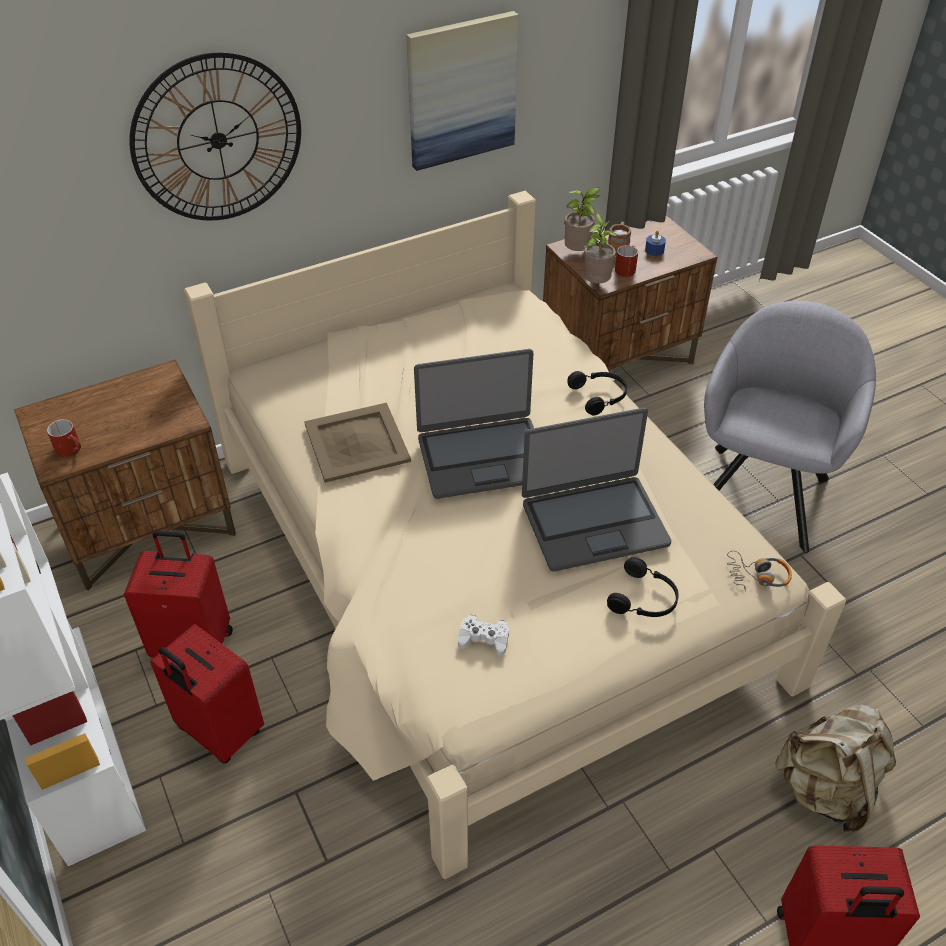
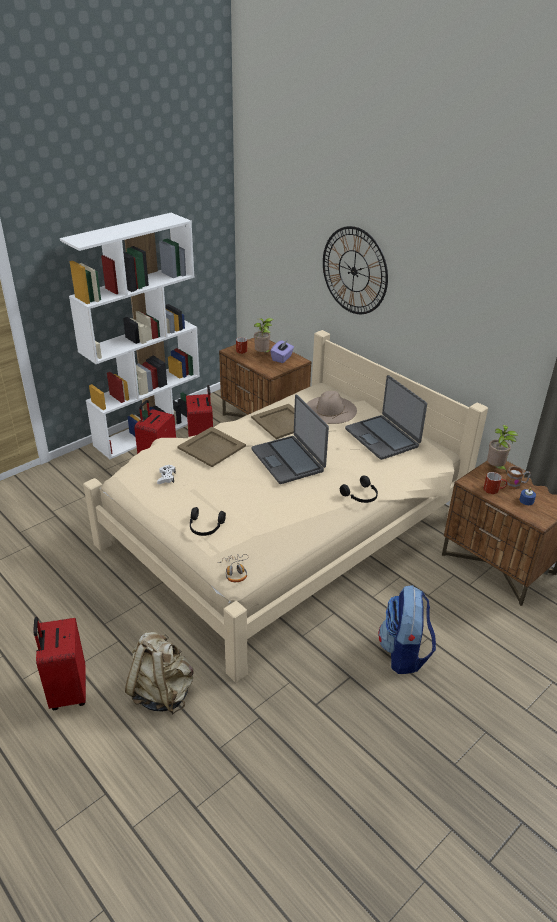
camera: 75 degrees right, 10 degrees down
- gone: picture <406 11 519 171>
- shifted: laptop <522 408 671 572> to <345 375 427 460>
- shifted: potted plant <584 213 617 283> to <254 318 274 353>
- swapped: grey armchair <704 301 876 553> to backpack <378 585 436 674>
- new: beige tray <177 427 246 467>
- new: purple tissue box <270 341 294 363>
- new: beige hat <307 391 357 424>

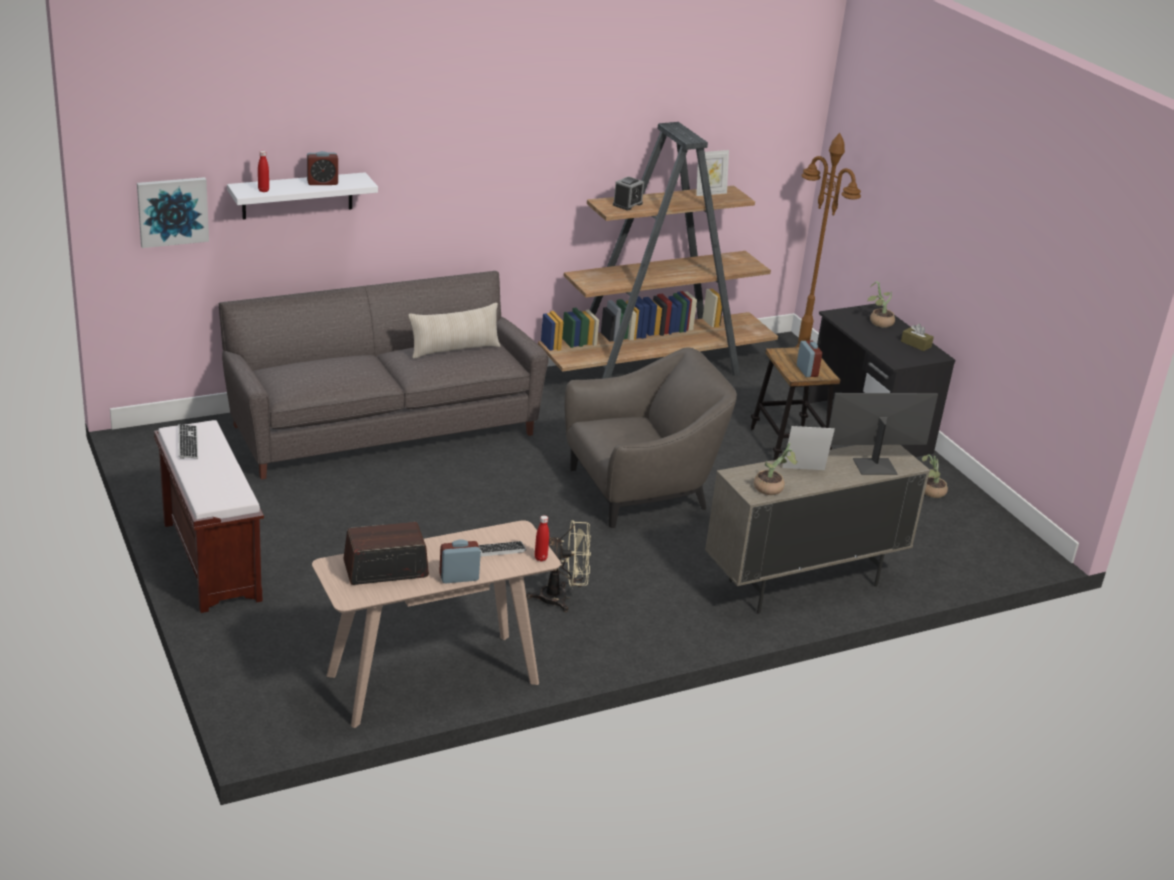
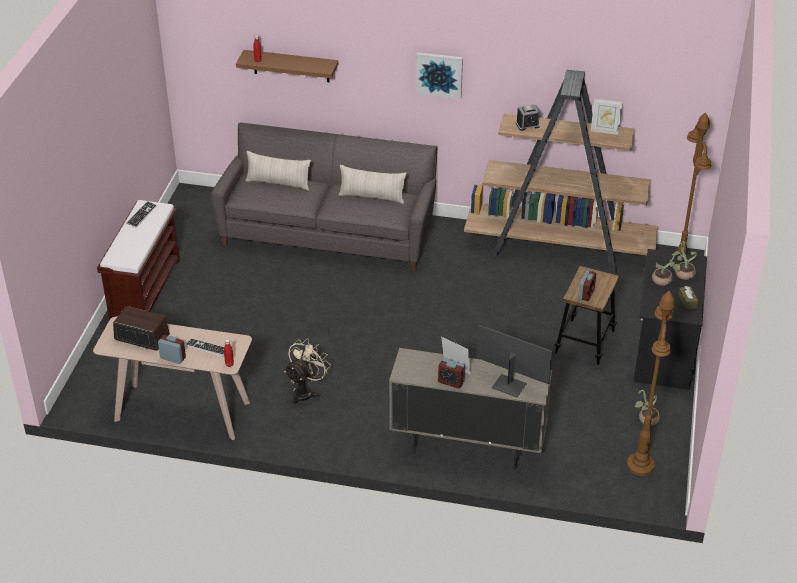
camera: 40 degrees right, 10 degrees up
- shifted: picture <137 177 209 248> to <416 52 463 99>
- repainted: white shelf <227 172 378 220> to brown shelf <236 50 338 82>
- shifted: alarm clock <307 151 338 185> to <438 358 465 388>
- rotated: beige fan <526 520 591 612> = <284 338 331 406> 90 degrees counterclockwise
- gone: grey armchair <564 348 737 528>
- shifted: potted plant <754 443 798 495> to <652 256 681 286>
- new: beige pillow <245 151 311 191>
- new: brown floor lamp <627 291 675 476>

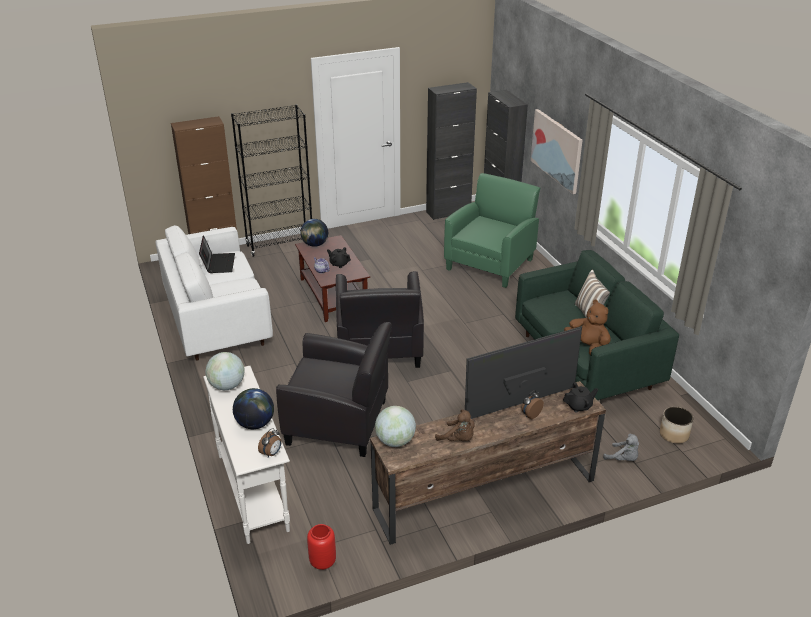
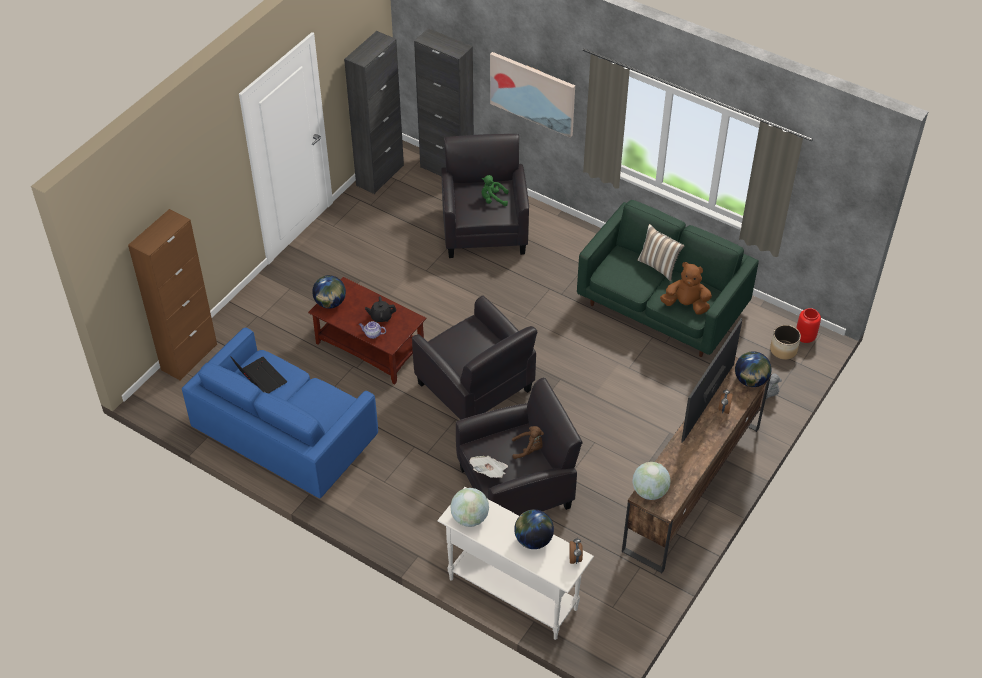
camera: 35 degrees left, 15 degrees up
- repainted: white sofa <155 225 273 360> to blue sofa <182 327 378 498>
- gone: black bookcase <231 104 312 257>
- shifted: red vase <307 524 336 570> to <796 308 821 343>
- shifted: brown plush toy <435 410 475 441> to <512 426 544 459>
- repainted: green armchair <444 173 540 288> to black armchair <441 134 529 258>
- swapped: black teapot <563 382 598 412> to globe <735 351 771 387>
- new: newspaper <469 456 508 478>
- new: green plush toy <482 175 509 206>

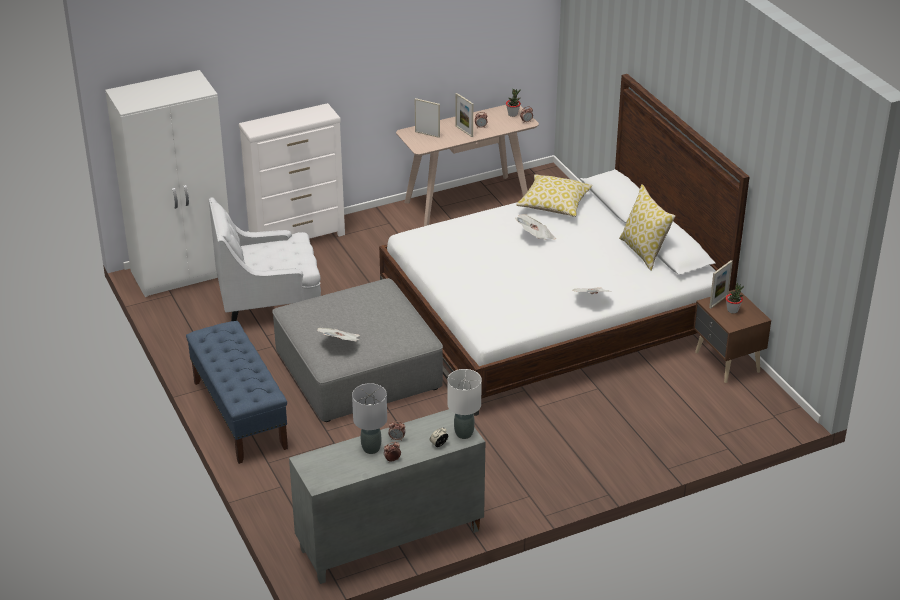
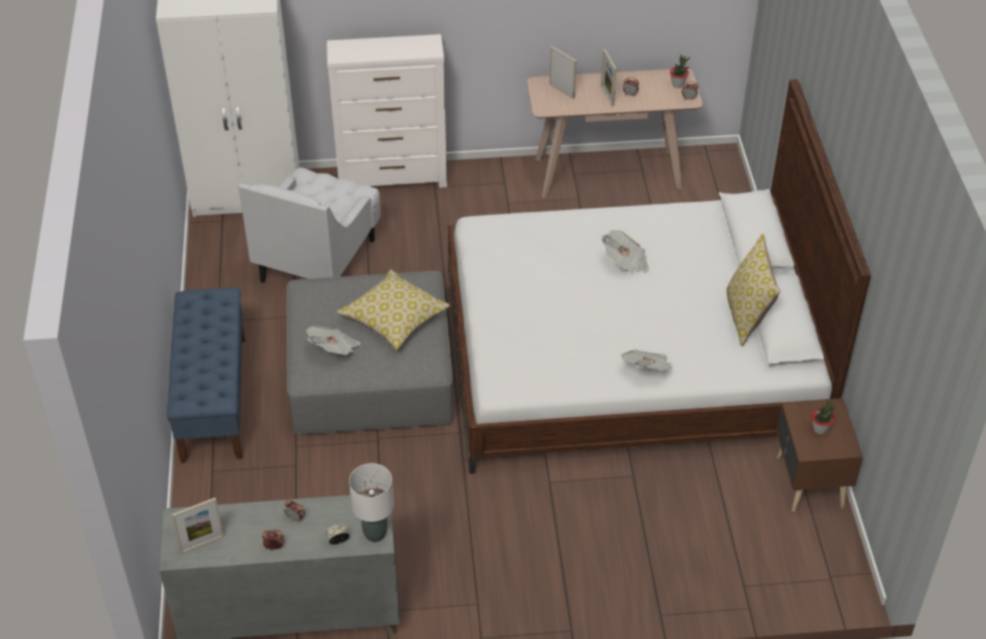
camera: 20 degrees right, 10 degrees up
- rotated: white armchair <209 197 321 321> = <239 168 381 283> 75 degrees counterclockwise
- gone: grey table lamp <352 383 387 454>
- shifted: pillow <516 174 592 217> to <337 270 450 350>
- shifted: picture frame <709 260 733 309> to <172 497 224 554>

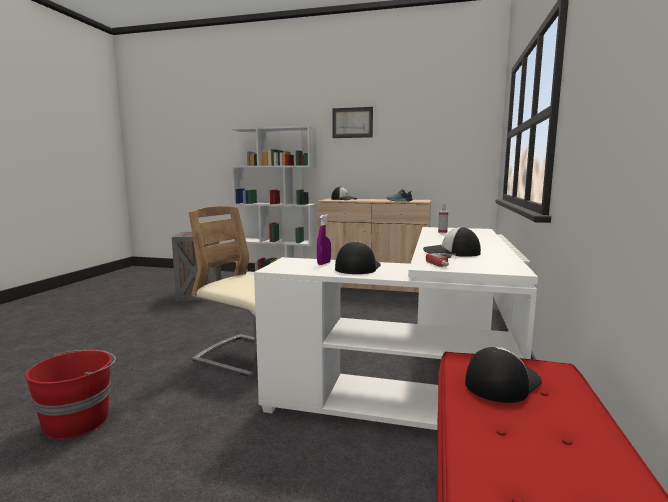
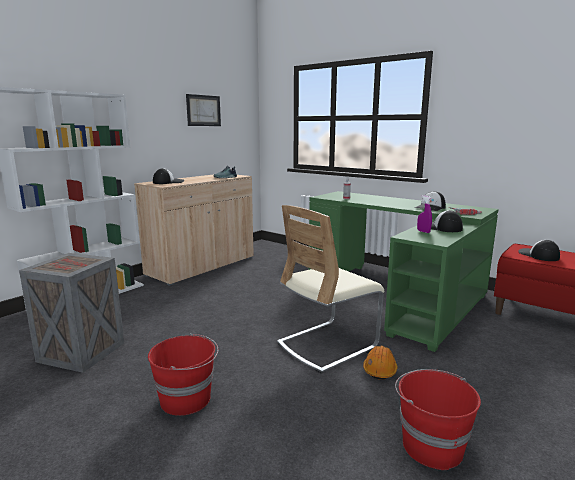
camera: 65 degrees left, 5 degrees up
- repainted: white desk <254 227 538 430> to green desk <309 191 499 352>
- shifted: picture <332 107 373 138> to <186 94 221 126>
- new: red bucket <148 333 218 416>
- new: orange hard hat <363 346 398 380>

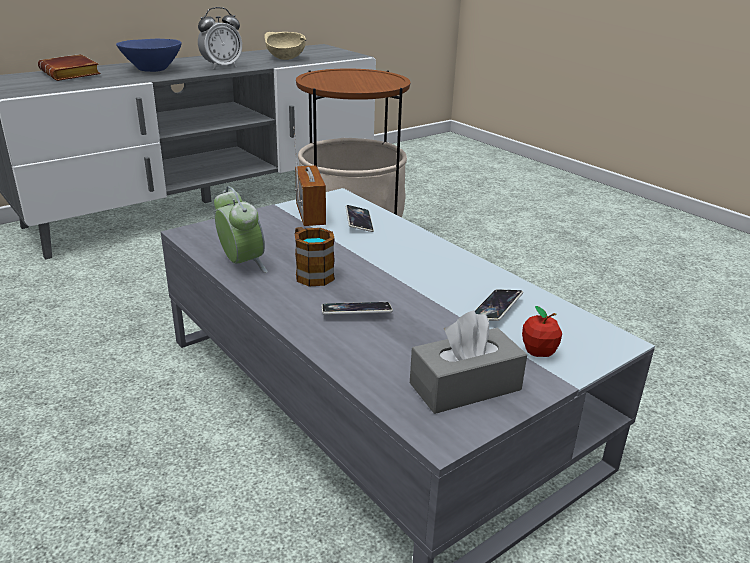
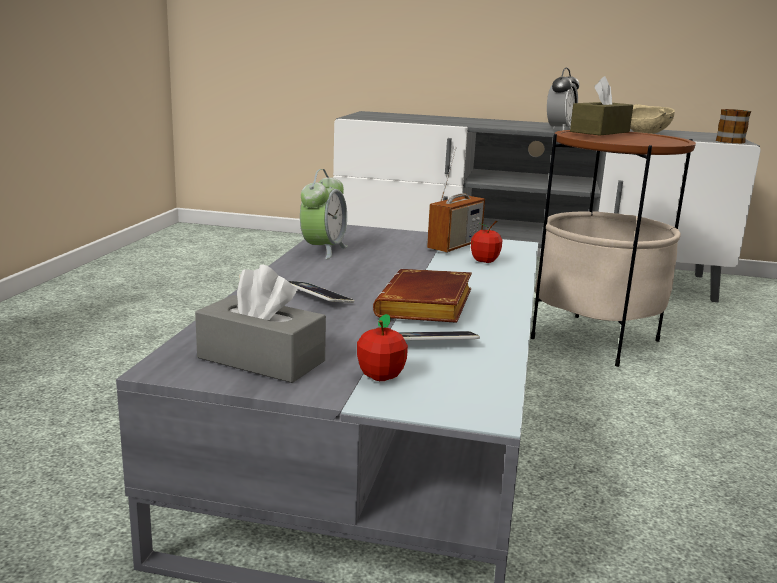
camera: 50 degrees right, 10 degrees down
- shifted: brown book <38 54 101 81> to <373 269 472 323>
- gone: blue bowl <116 39 181 72>
- rotated: alarm clock <198 7 242 69> = <547 68 579 130> 75 degrees counterclockwise
- shifted: mug <295 227 335 286> to <716 109 751 143>
- swapped: phone <346 205 374 232> to apple <471 221 503 263>
- new: brown tissue box <570 76 633 136>

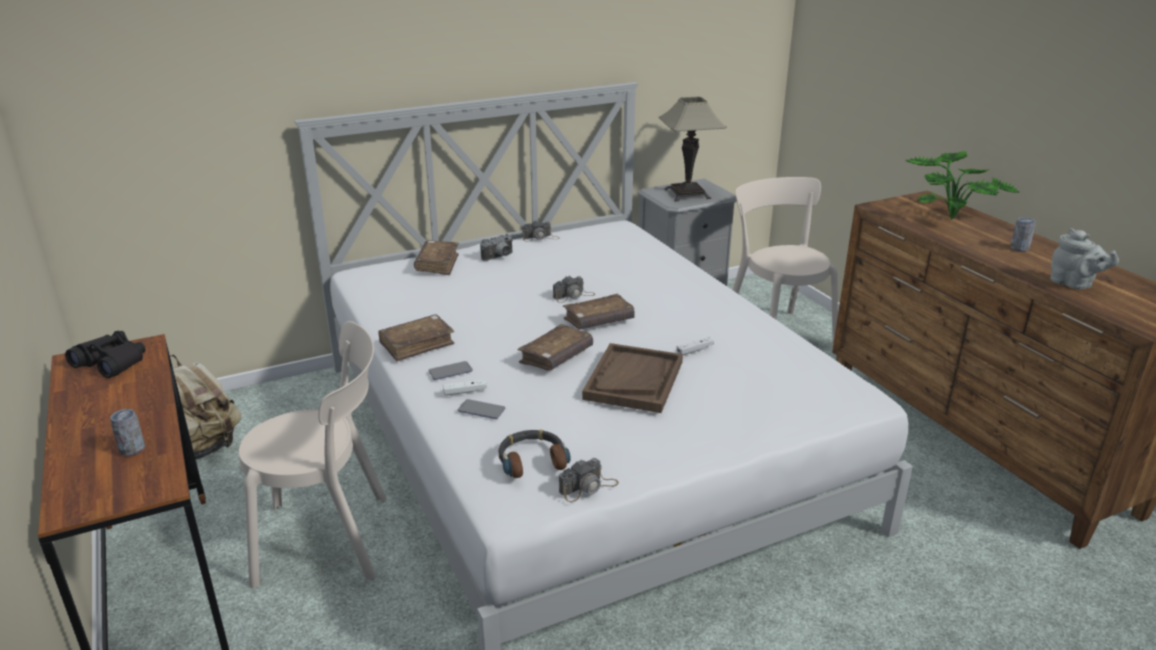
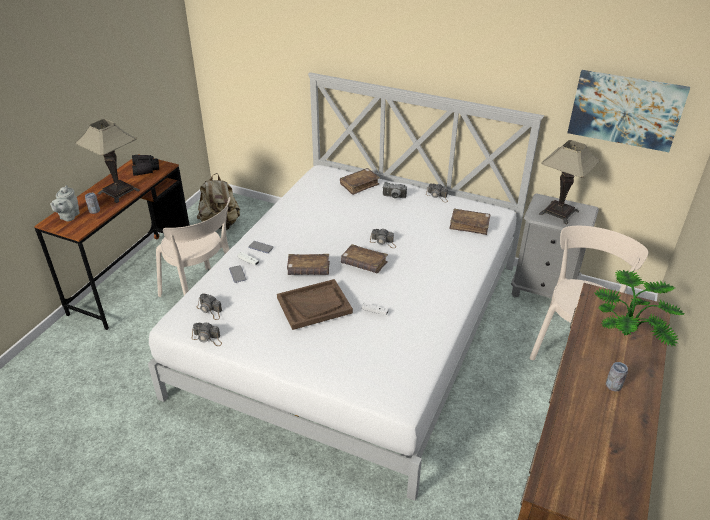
camera: 50 degrees right, 10 degrees up
- shifted: brown book <378 314 455 362> to <449 209 491 235>
- swapped: headphones <499 430 571 478> to photo camera <197 293 222 320>
- shifted: grey teapot <1050 228 1119 290> to <50 185 80 221>
- new: table lamp <75 119 140 203>
- new: picture <567 70 690 152>

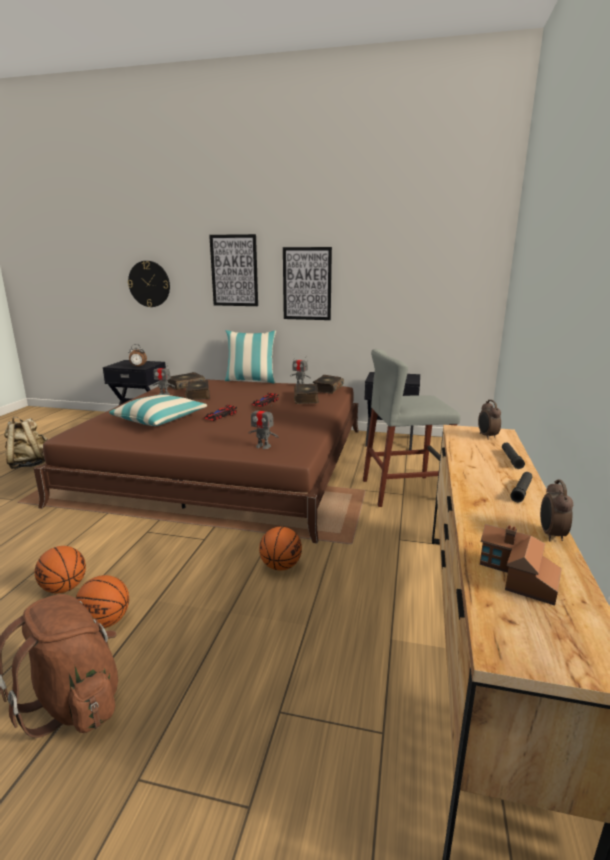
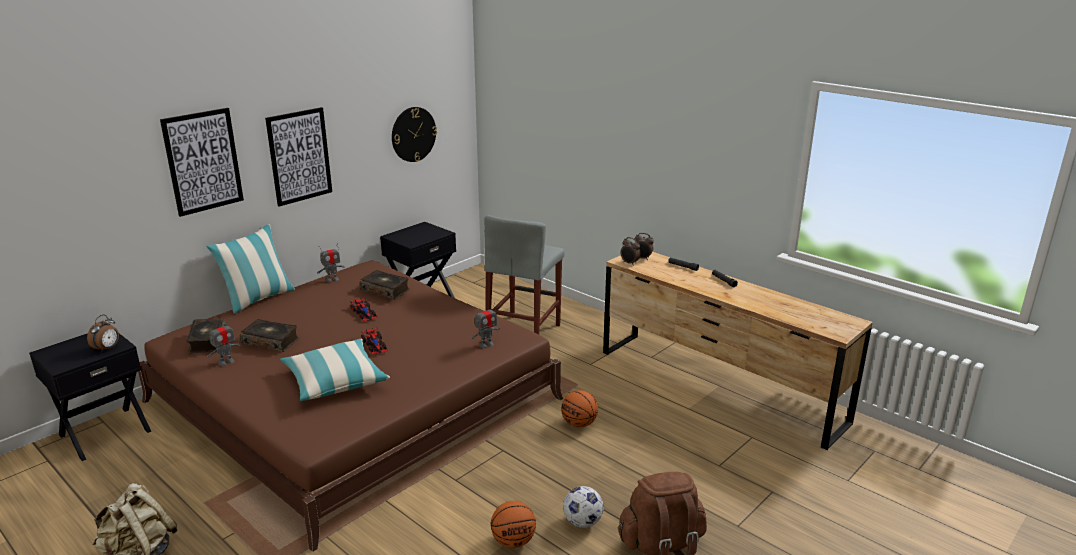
camera: 60 degrees left, 5 degrees up
- swapped: basketball <76 575 129 628> to football <563 486 604 528>
- shifted: wall clock <128 261 170 307> to <392 107 437 162>
- gone: book <313 375 344 394>
- gone: toy house <480 524 562 606>
- shifted: alarm clock <540 479 573 541> to <620 237 641 266>

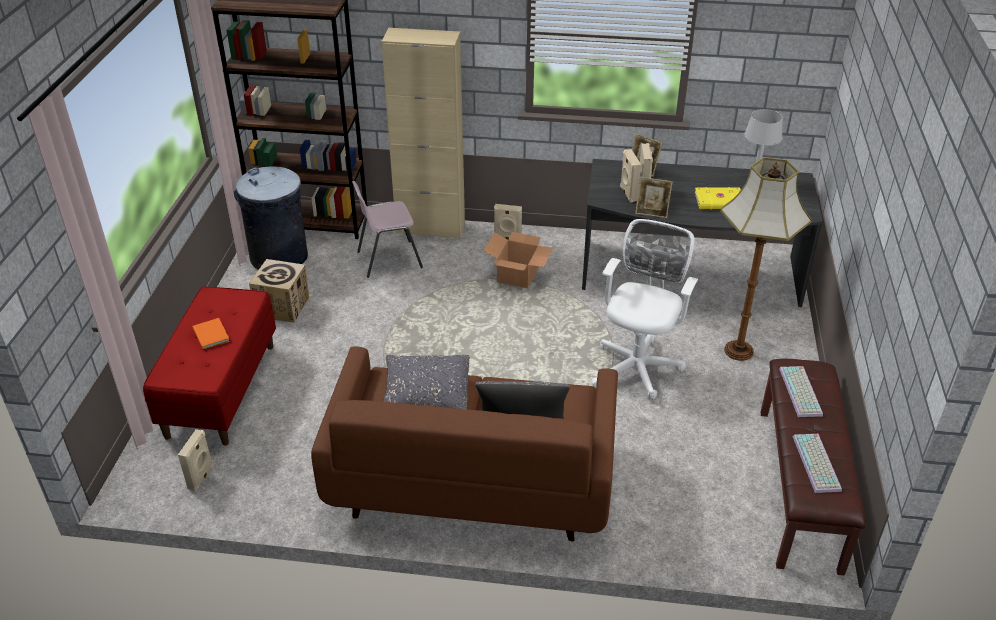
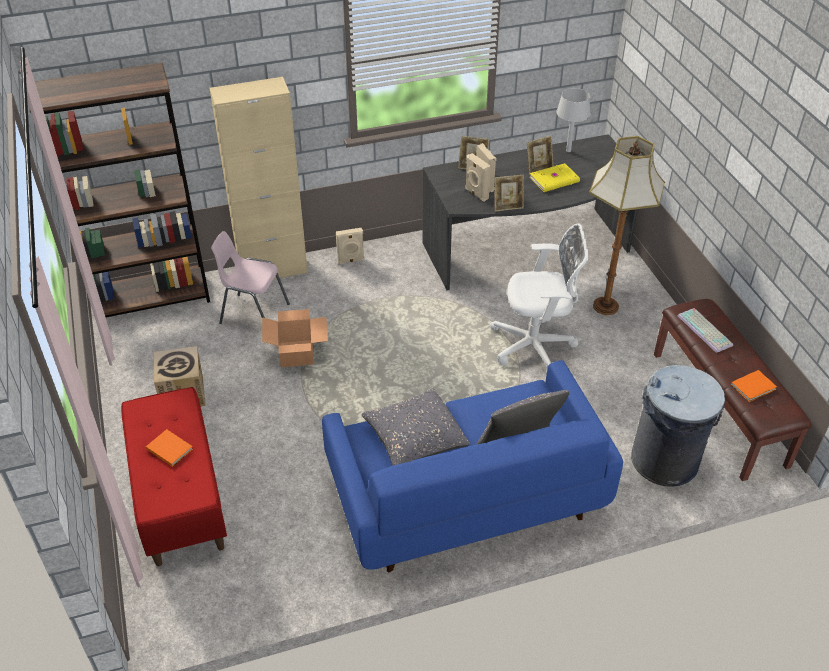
camera: 25 degrees left, 5 degrees up
- gone: beige speaker <178 429 213 491>
- shifted: grey trash can <234 167 308 270> to <631 365 725 486>
- repainted: brown sofa <311 346 618 542> to blue sofa <322 360 623 572>
- rotated: pink chair <352 181 423 278> = <211 231 290 324> 60 degrees clockwise
- shifted: cardboard box <483 232 553 288> to <262 309 328 367>
- rotated: white office chair <591 219 698 400> = <490 223 589 370> 90 degrees clockwise
- swapped: keyboard <793 434 842 493> to orange book <731 370 777 402>
- new: picture frame <527 136 554 175>

